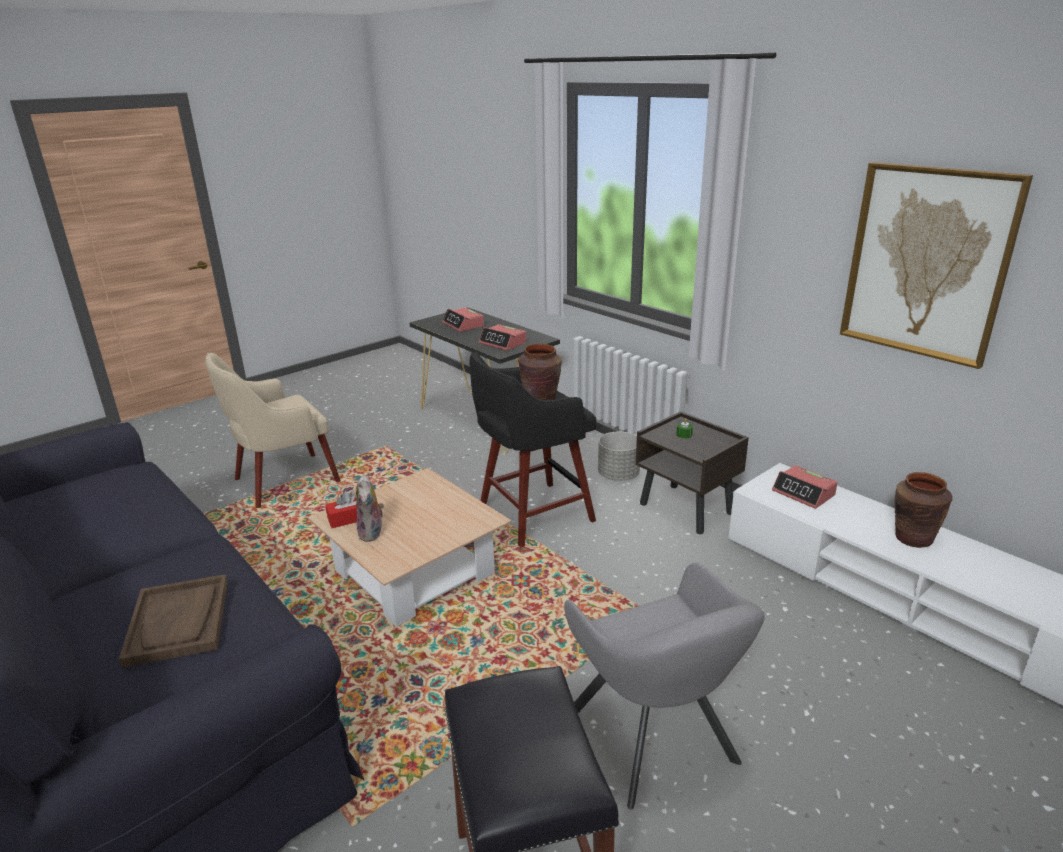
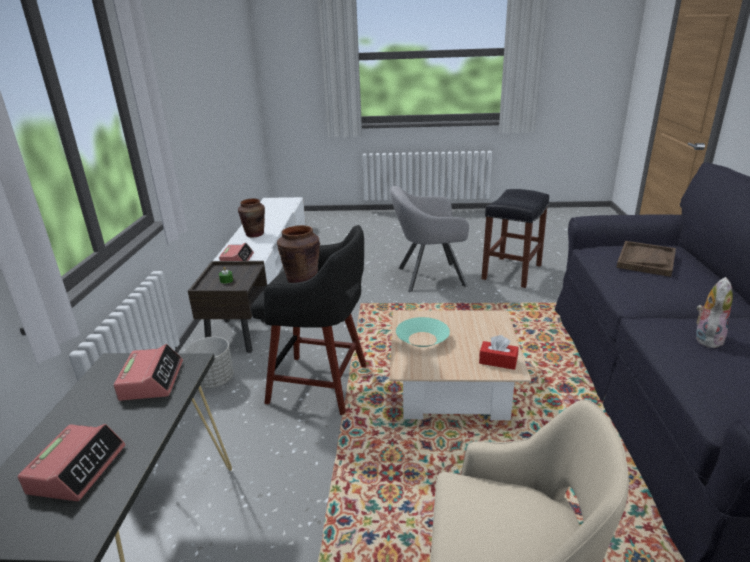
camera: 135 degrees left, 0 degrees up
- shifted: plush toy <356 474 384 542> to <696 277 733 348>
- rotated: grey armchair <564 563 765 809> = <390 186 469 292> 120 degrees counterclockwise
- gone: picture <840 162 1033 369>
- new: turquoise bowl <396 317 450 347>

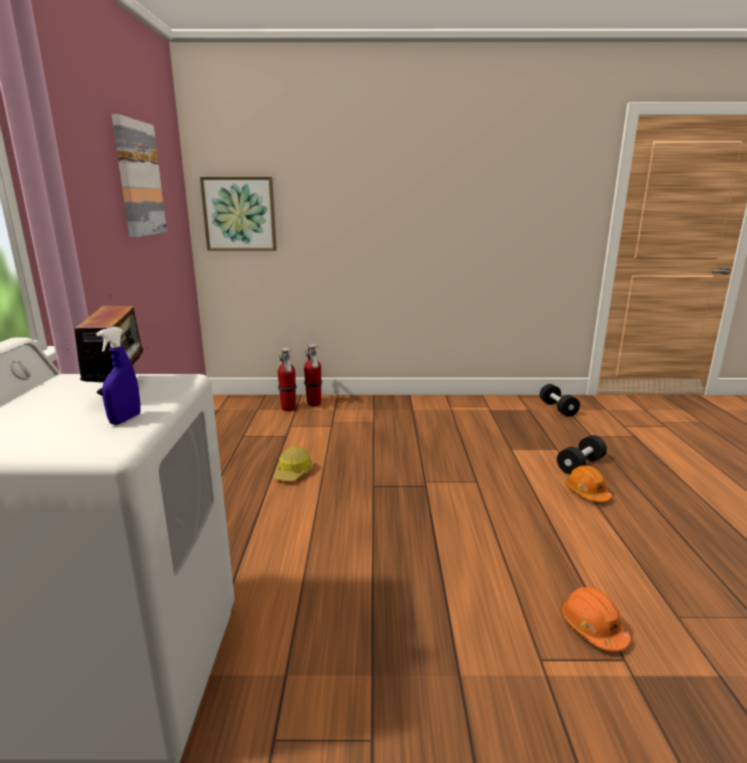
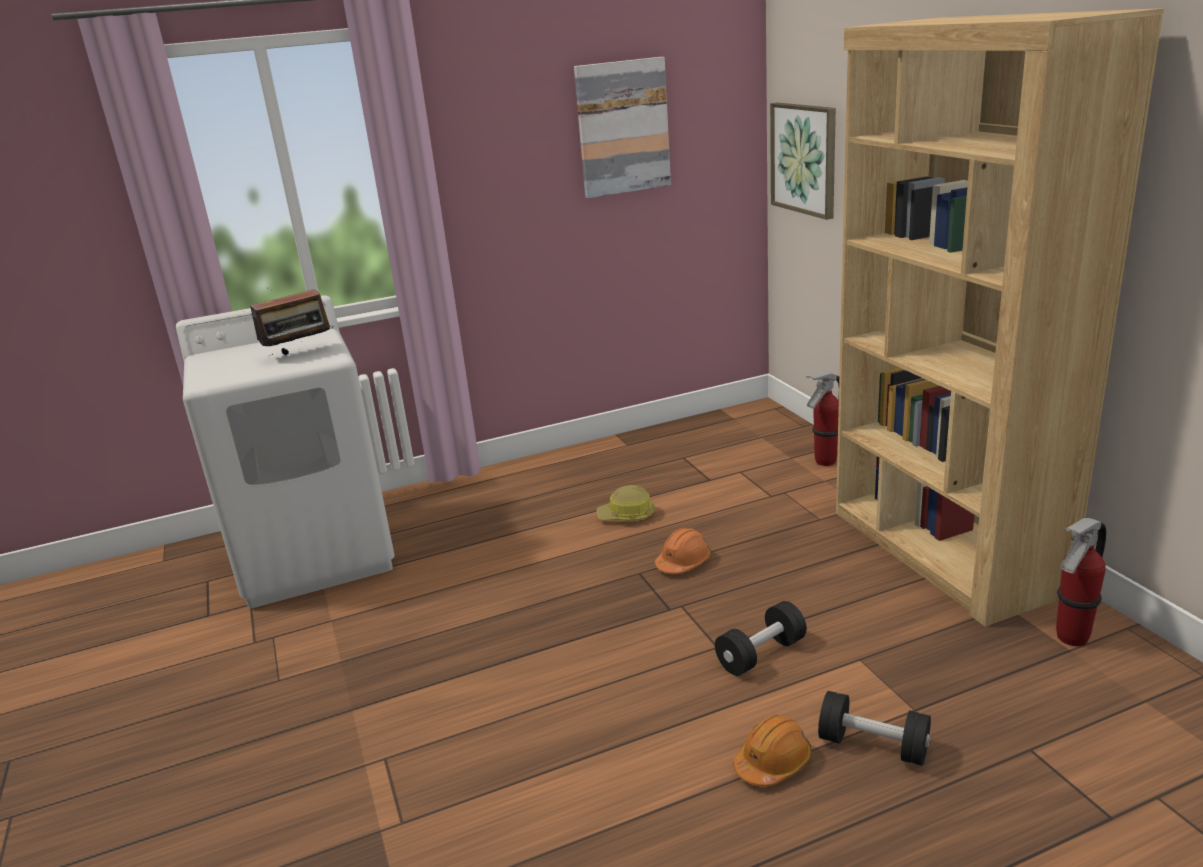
camera: 70 degrees right, 5 degrees up
- gone: blue spray bottle <96 327 141 425>
- shifted: fire extinguisher <278 348 297 411> to <1056 518 1106 646>
- shifted: black dumbbell <540 384 580 417> to <715 601 807 676>
- shifted: orange hard hat <561 587 631 652> to <655 528 711 574>
- new: brown bookcase <836 8 1164 627>

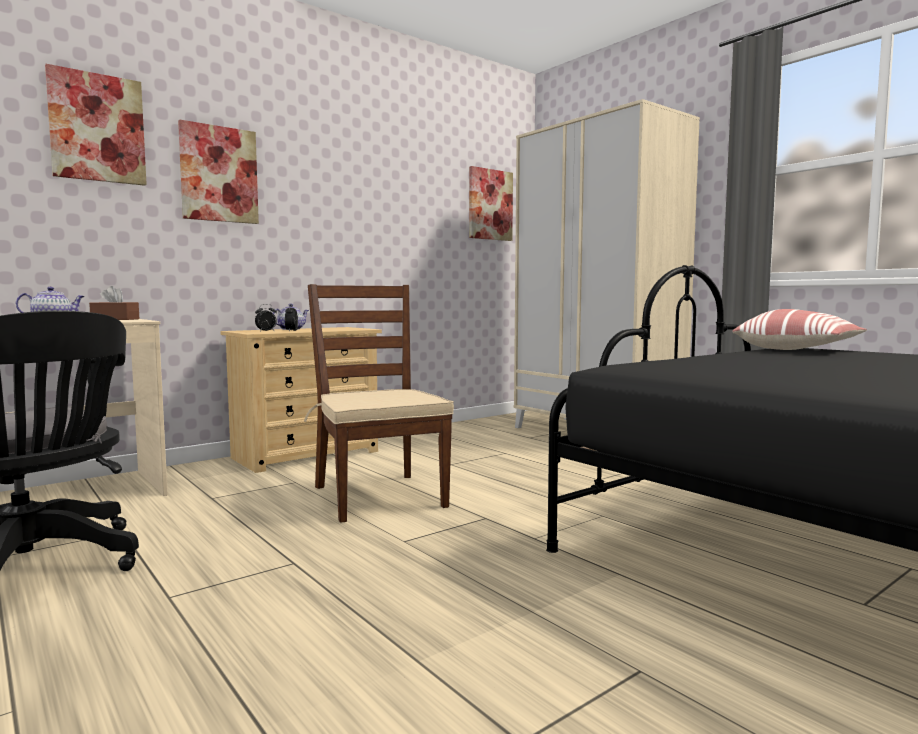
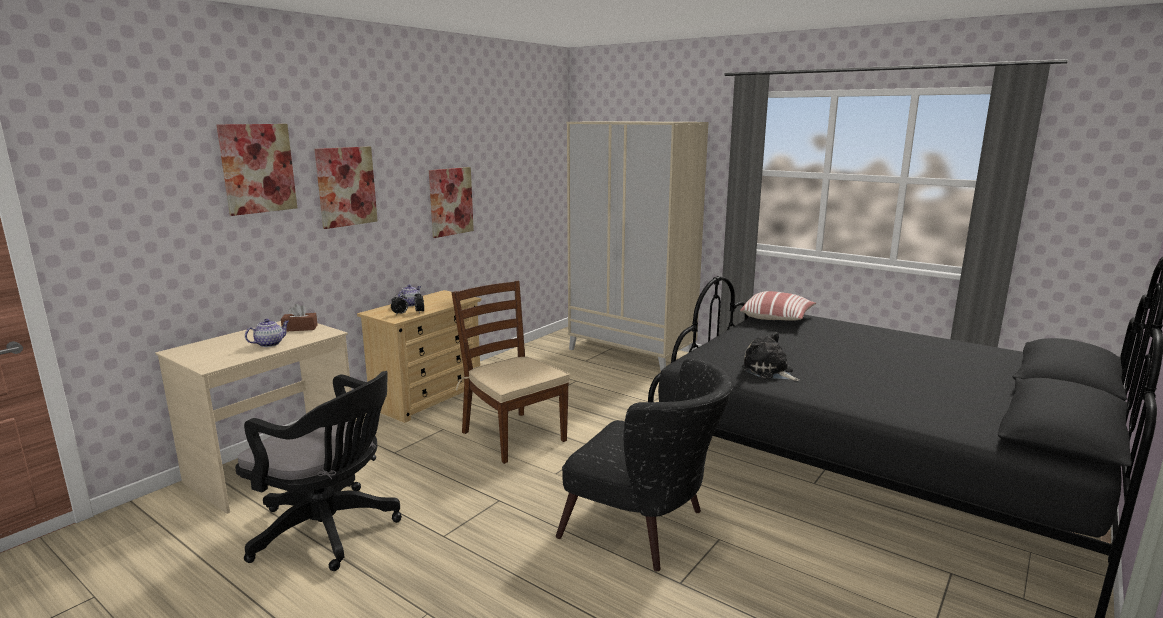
camera: 15 degrees left, 10 degrees up
- shifted: picture <469 166 513 241> to <429 167 474 238>
- new: black armchair <556 358 733 571>
- new: plush toy <742 332 800 381>

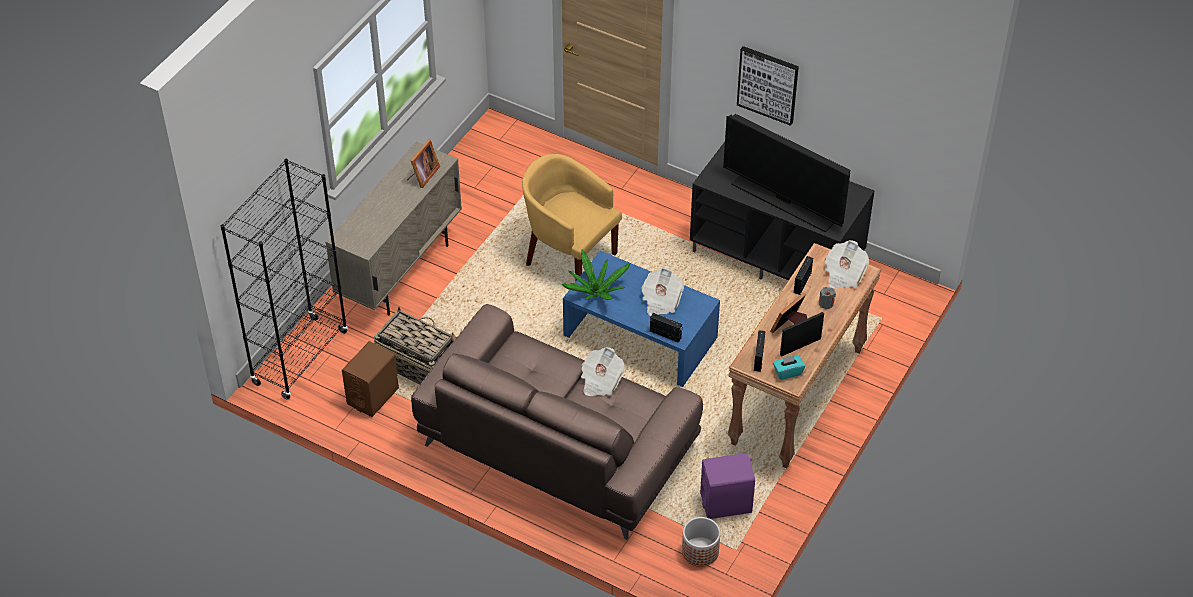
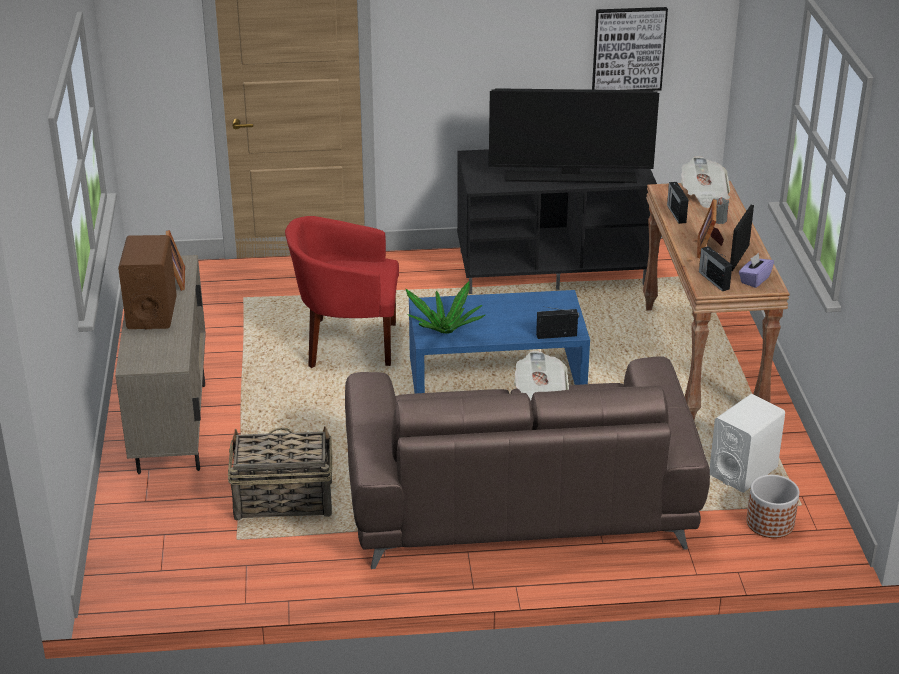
camera: 35 degrees left, 15 degrees down
- gone: black bookcase <220 159 348 400>
- shifted: brown speaker <342 341 399 417> to <118 235 177 329>
- repainted: yellow armchair <522 154 622 281> to red armchair <285 216 399 368>
- gone: newspaper <641 268 684 316>
- repainted: purple speaker <700 453 755 519> to white speaker <709 394 785 493>
- shifted: picture <737 46 799 126> to <592 7 668 91>
- repainted: turquoise tissue box <773 355 805 380> to purple tissue box <739 253 774 288>

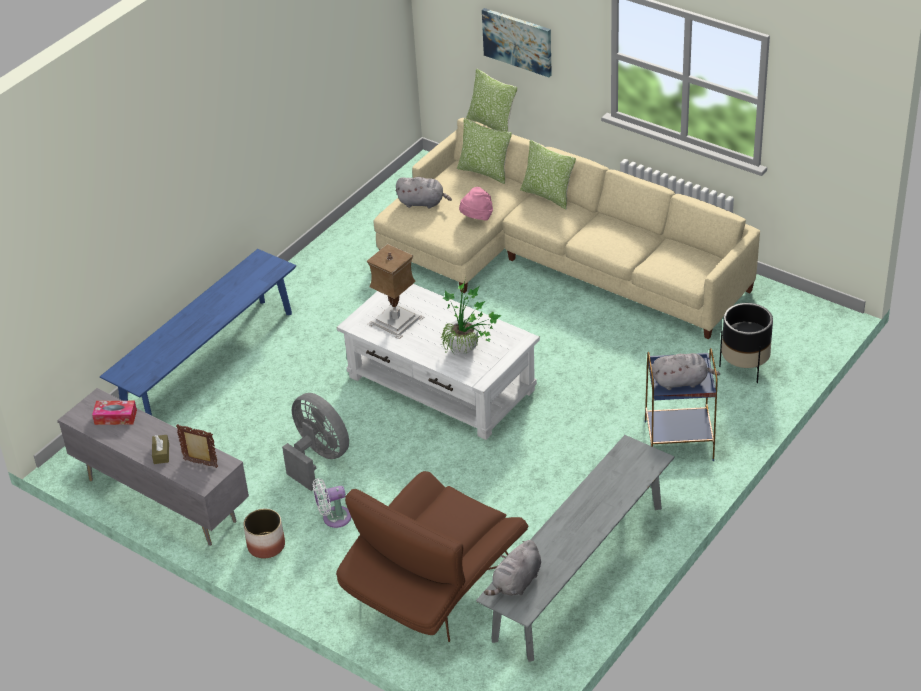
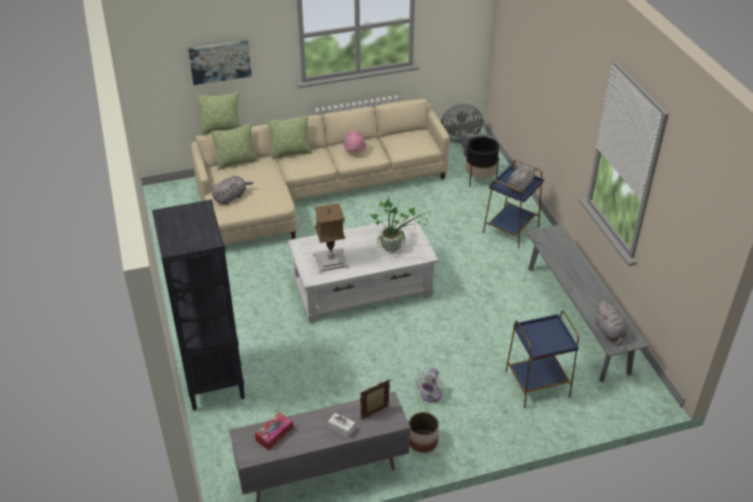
camera: 55 degrees left, 0 degrees up
- swapped: blue bench <100 249 296 415> to black bookcase <152 199 245 410>
- repainted: brown tissue box <152 435 169 464> to white tissue box <328 413 355 438>
- shifted: grey fan <282 393 349 491> to <441 104 488 157>
- swapped: brown armchair <336 471 528 642> to blue side table <505 311 579 408>
- shifted: pink hat <459 187 493 221> to <344 130 366 151>

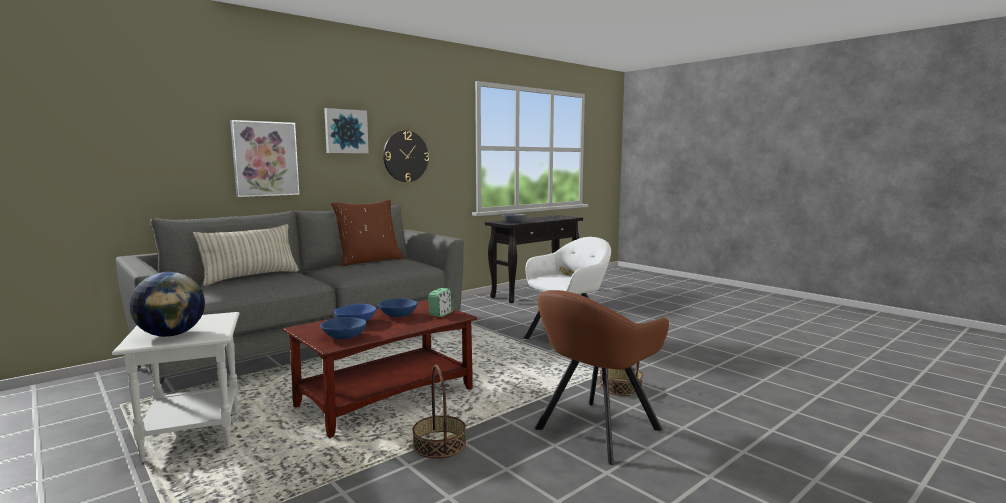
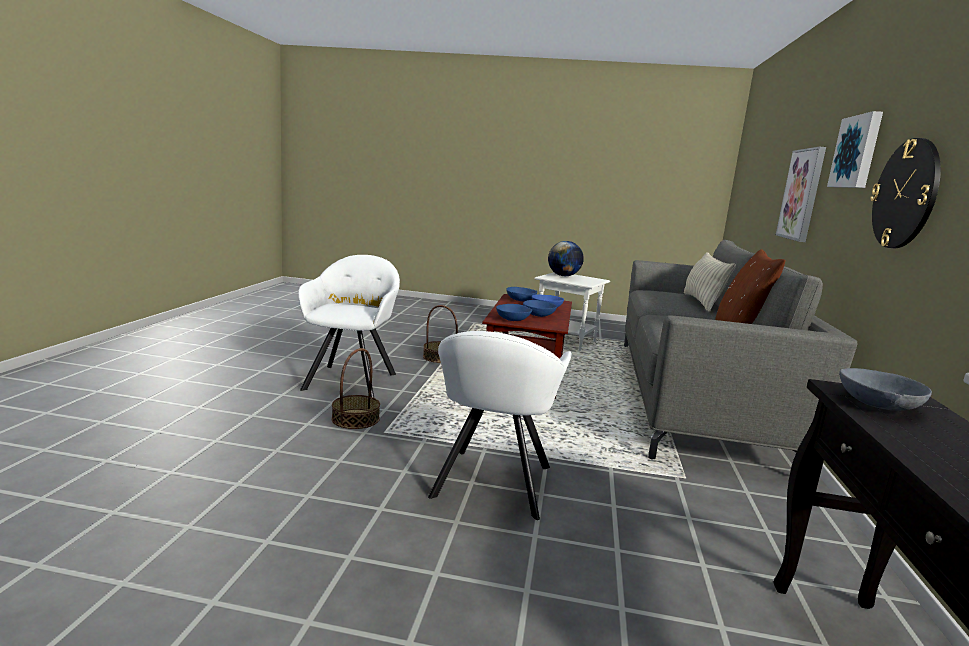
camera: 140 degrees right, 5 degrees up
- swapped: alarm clock <429 288 454 317> to blue bowl <496 304 532 321>
- repainted: brown armchair <535 290 669 465> to white armchair <298 255 400 398>

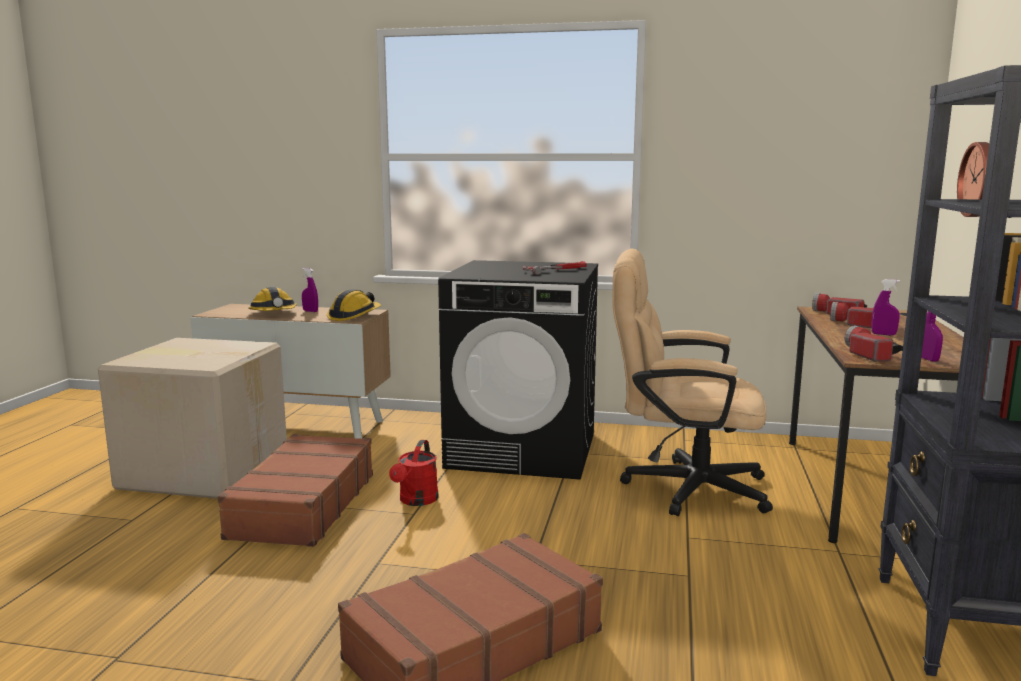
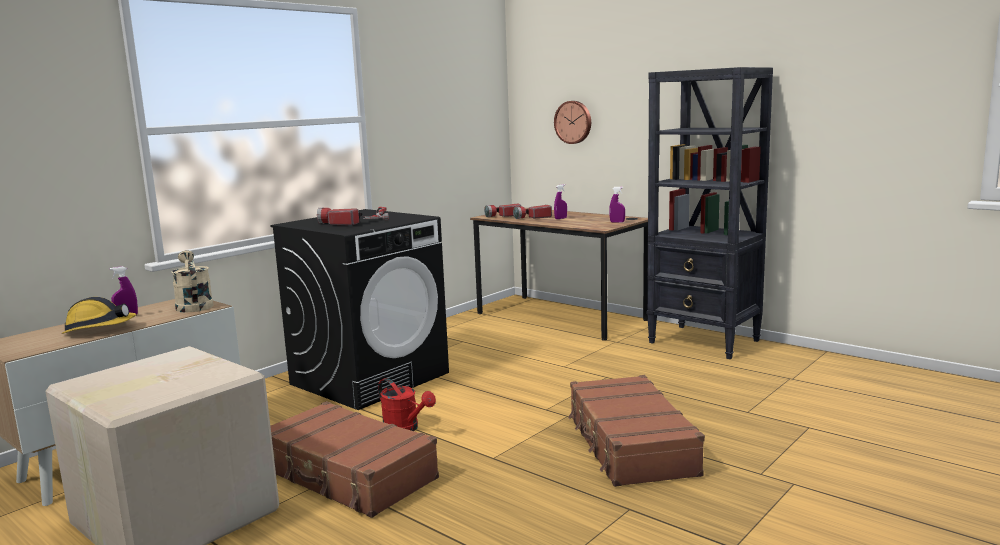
camera: 60 degrees left, 0 degrees up
- swapped: hard hat <327 289 381 321> to beige watering can <171 250 214 313>
- gone: beige office chair <613 249 773 516>
- shifted: flashlight <845 326 903 361> to <317 207 363 226>

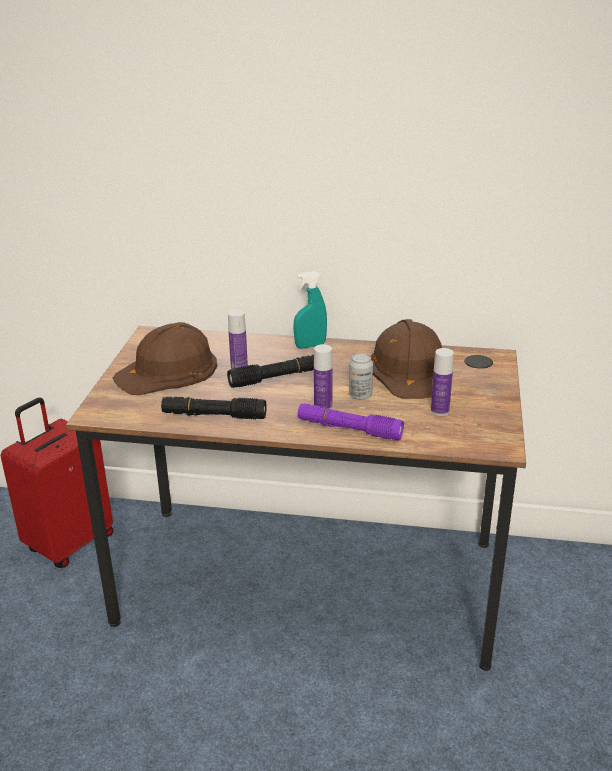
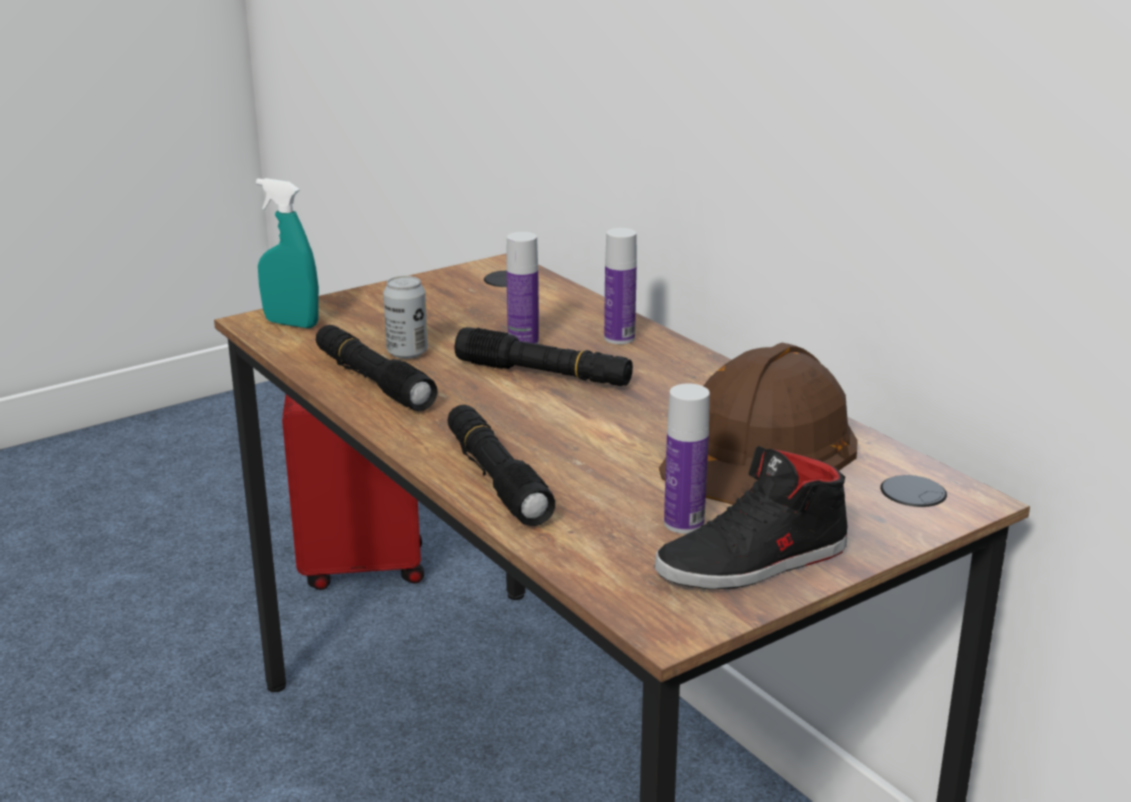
camera: 45 degrees right, 5 degrees down
- gone: brown hard hat <113 322 217 395>
- shifted: turquoise spray bottle <294 271 327 349> to <256 178 319 328>
- repainted: purple flashlight <298 403 404 440> to black flashlight <447 404 555 526>
- shifted: bottle <314 344 333 409> to <604 228 637 344>
- shifted: can <349 353 373 400> to <383 276 428 359>
- new: black shoe <655 446 847 590>

